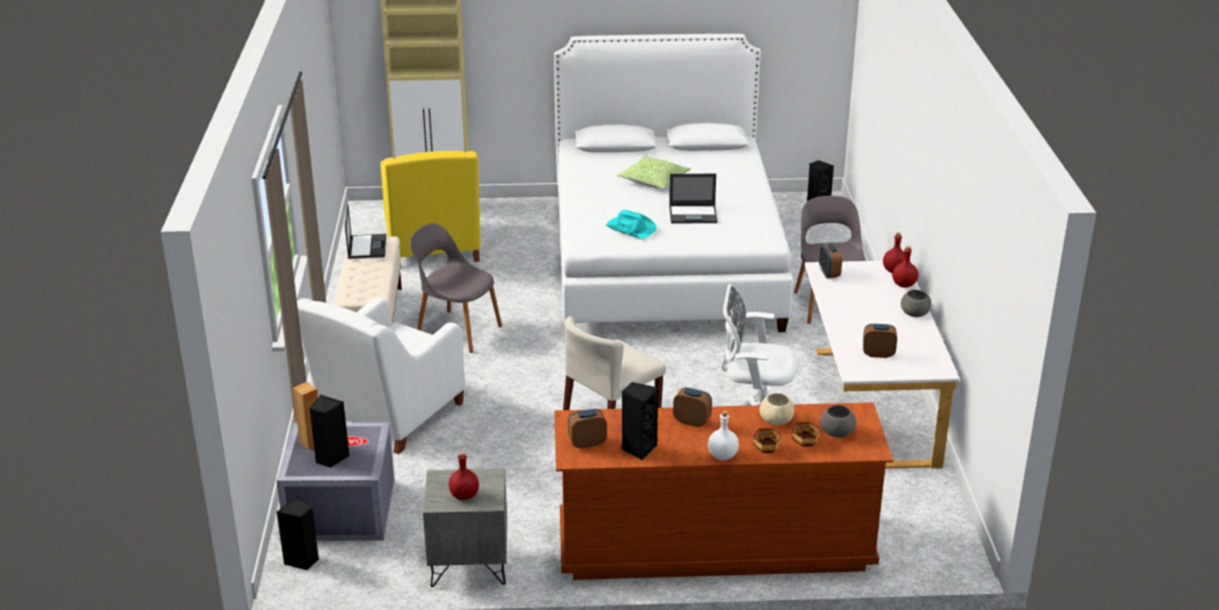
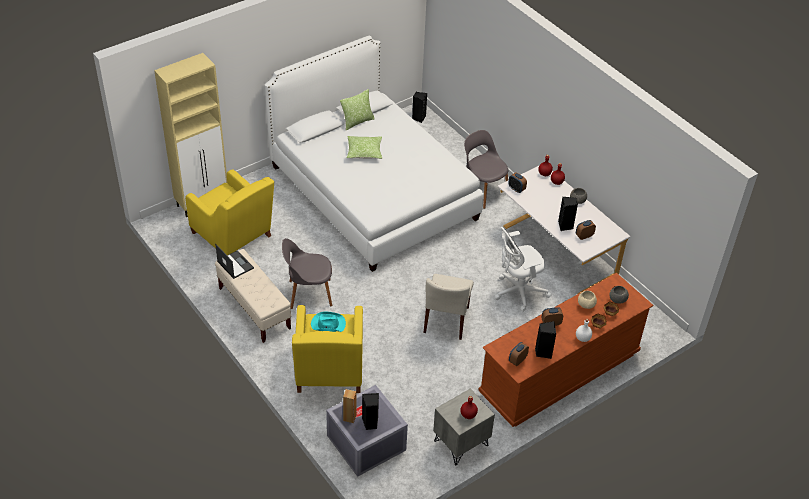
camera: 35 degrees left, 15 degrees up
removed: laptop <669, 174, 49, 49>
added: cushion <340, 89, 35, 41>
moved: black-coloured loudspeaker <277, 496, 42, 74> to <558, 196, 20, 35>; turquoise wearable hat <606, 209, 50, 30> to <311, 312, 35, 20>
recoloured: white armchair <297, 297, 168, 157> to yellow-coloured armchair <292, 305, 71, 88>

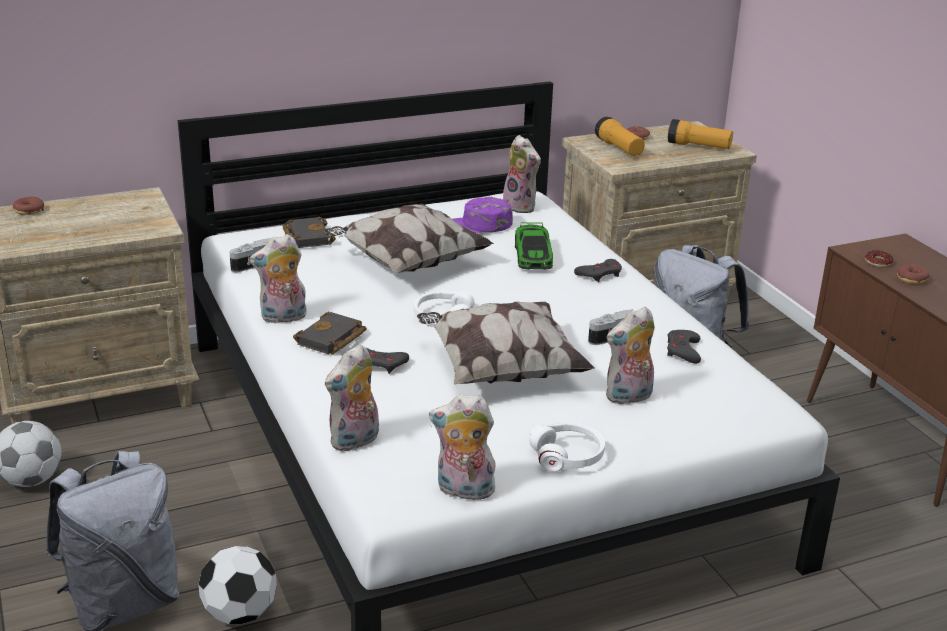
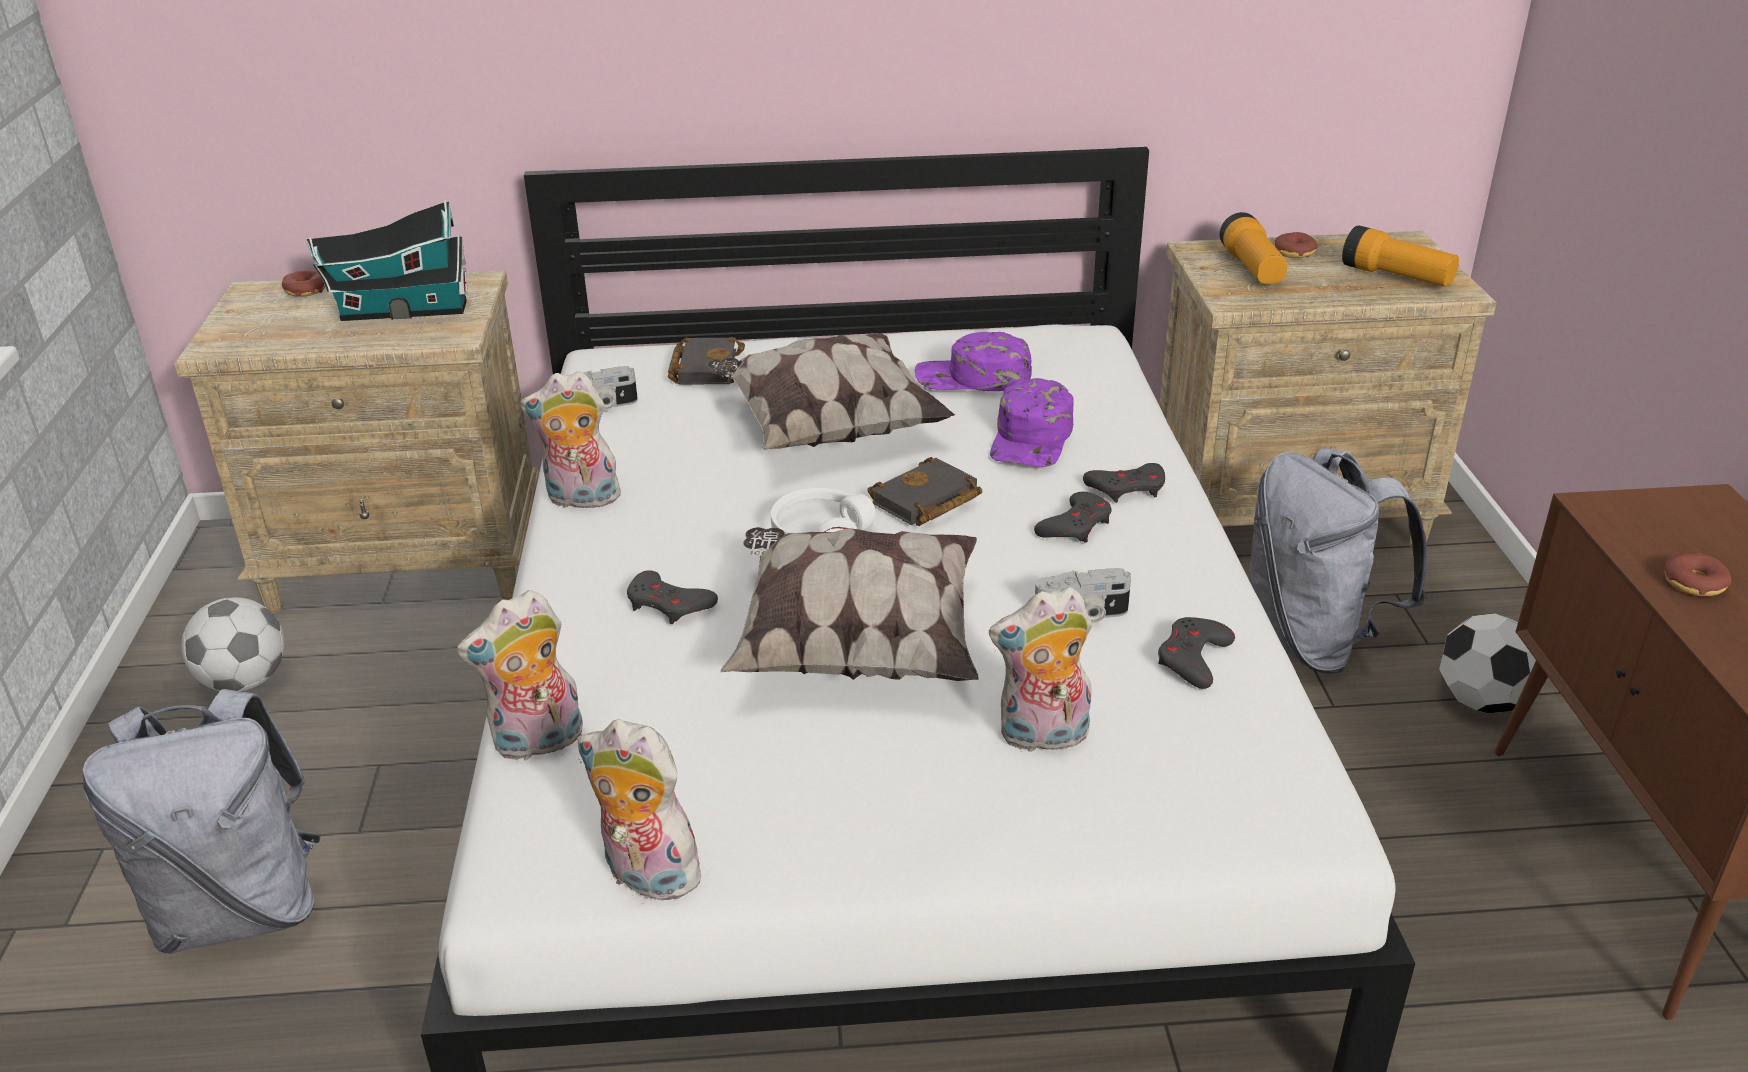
camera: 20 degrees right, 5 degrees up
removed: plush toy <503, 135, 38, 78>; white pair of headphones <529, 423, 76, 49>; doughnut <865, 251, 28, 16>
added: miniature house <307, 200, 161, 121>; grey joypad <1034, 492, 78, 51>
moved: football <199, 546, 78, 78> to <1439, 613, 97, 100>; black-coloured book <293, 312, 74, 42> to <867, 457, 115, 69>
replaced: toy car <515, 222, 38, 48> to purplish cap <990, 378, 84, 89>

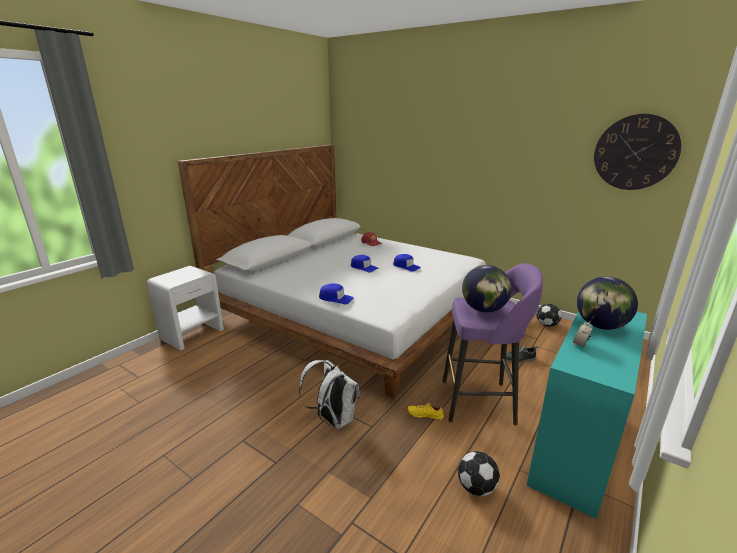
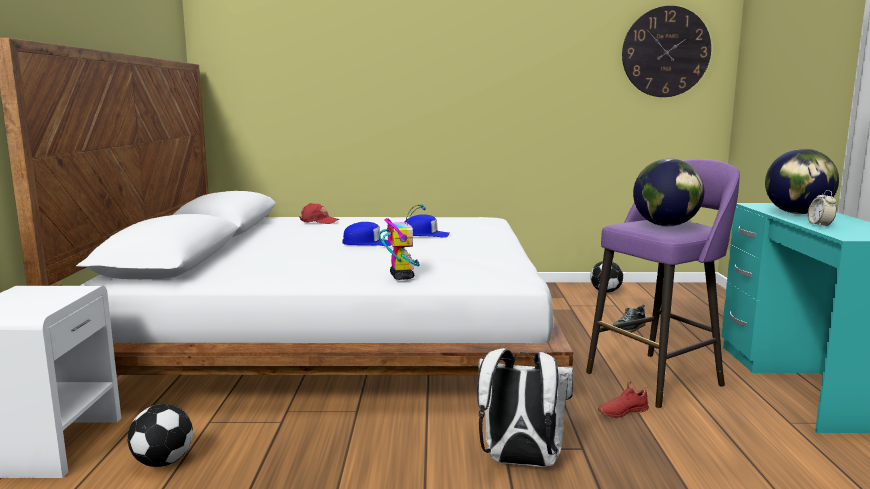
camera: 35 degrees left, 10 degrees down
moved: football <458, 451, 42, 45> to <127, 404, 66, 63>
replaced: blue cap <319, 283, 35, 21> to robot figure <378, 204, 48, 76>
recoloured: yellow-coloured item of footwear <407, 399, 37, 22> to reddish item of footwear <598, 381, 51, 37>

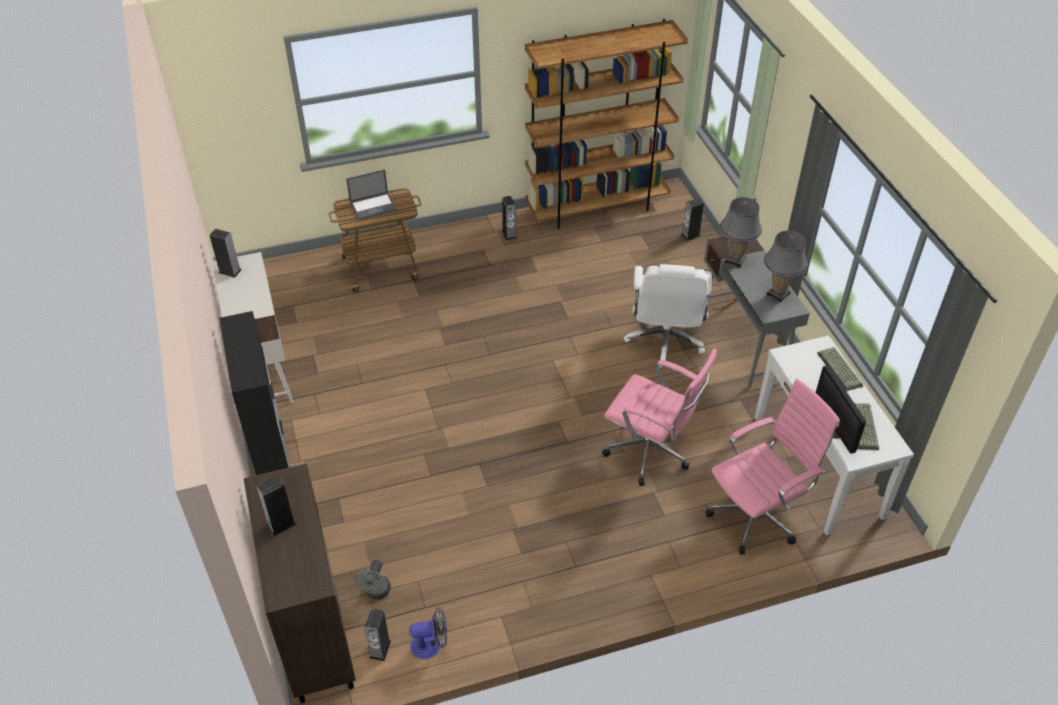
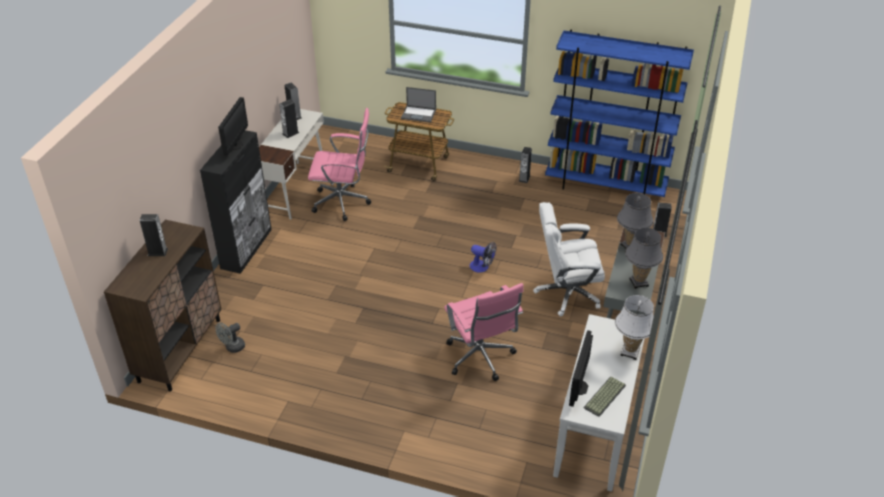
camera: 35 degrees right, 5 degrees down
added: monitor <218, 97, 30, 59>
moved: loudspeaker <364, 609, 27, 52> to <279, 99, 20, 39>; cooling fan <409, 607, 38, 52> to <470, 242, 26, 31>; pink-coloured desk chair <705, 379, 135, 176> to <308, 108, 63, 113>
replaced: computer keyboard <817, 347, 46, 44> to white table lamp <615, 295, 39, 65>
recoloured: brown-coloured shelving unit <525, 19, 163, 210> to blue shelving unit <545, 30, 149, 167>
turned: white desk chair <624, 264, 88, 103> = <533, 202, 72, 115> 45 degrees clockwise

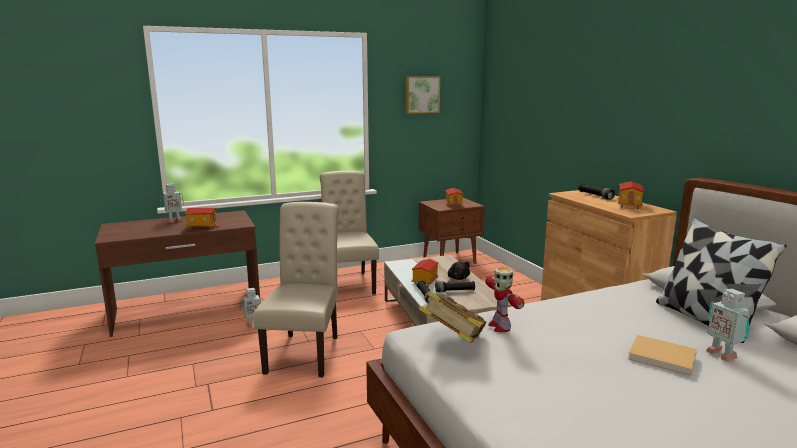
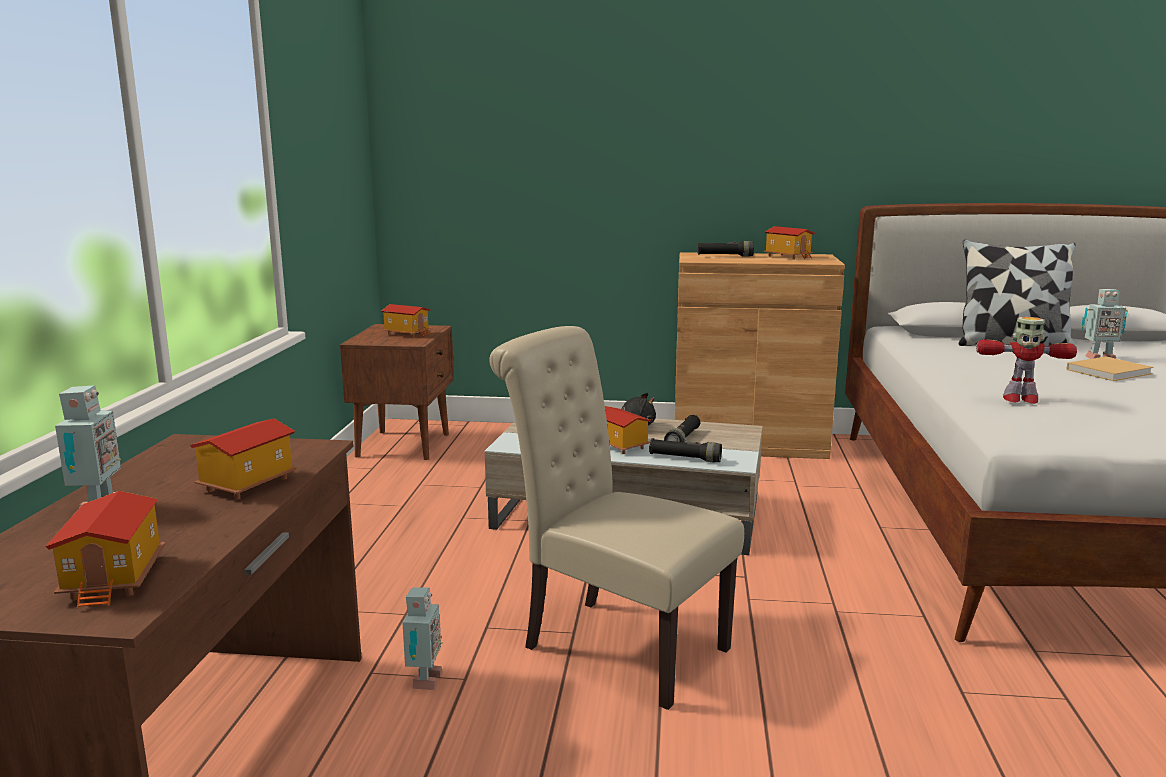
camera: 60 degrees left, 0 degrees up
removed: beige upright chair <320, 171, 59, 124>; wall picture <406, 76, 34, 38>; book <419, 291, 68, 52>
added: miniature house <45, 491, 120, 118>

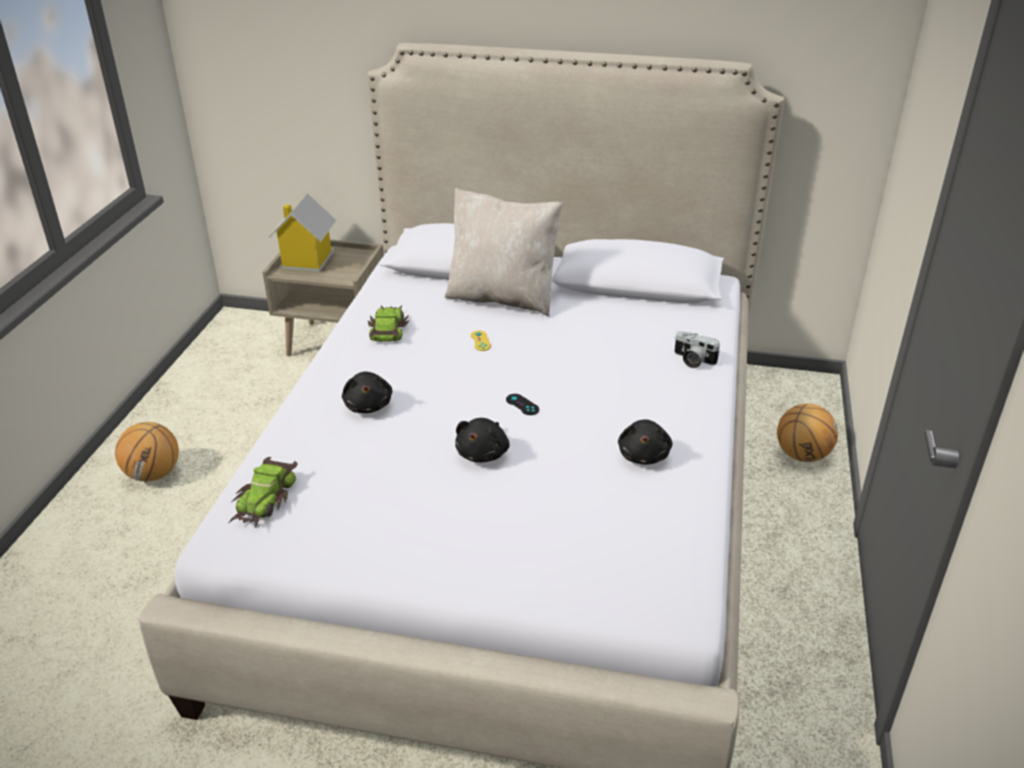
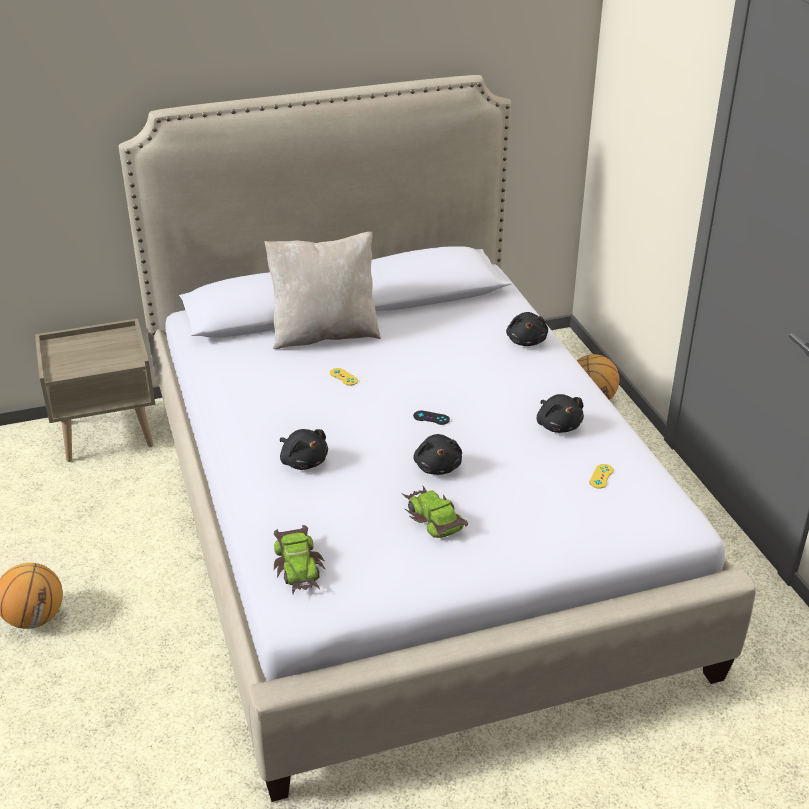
camera: 30 degrees left, 0 degrees up
removed: miniature house <268, 193, 69, 79>
added: yellow-coloured joypad <589, 464, 24, 25>
moved: toy car <368, 306, 41, 36> to <401, 485, 67, 53>
replaced: still camera <674, 331, 46, 37> to black-coloured plush toy <506, 312, 42, 34>

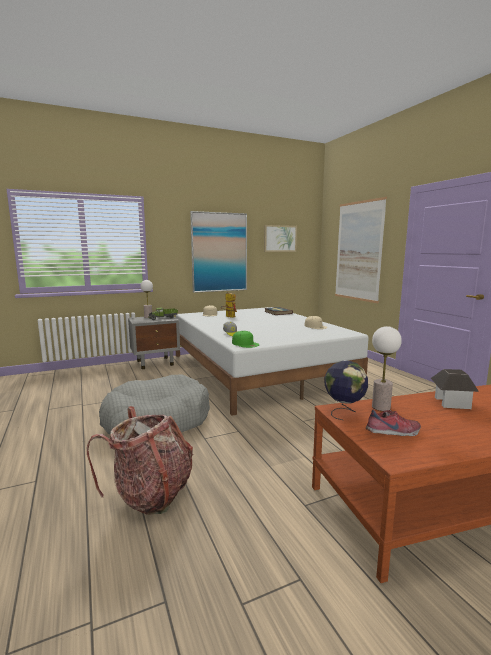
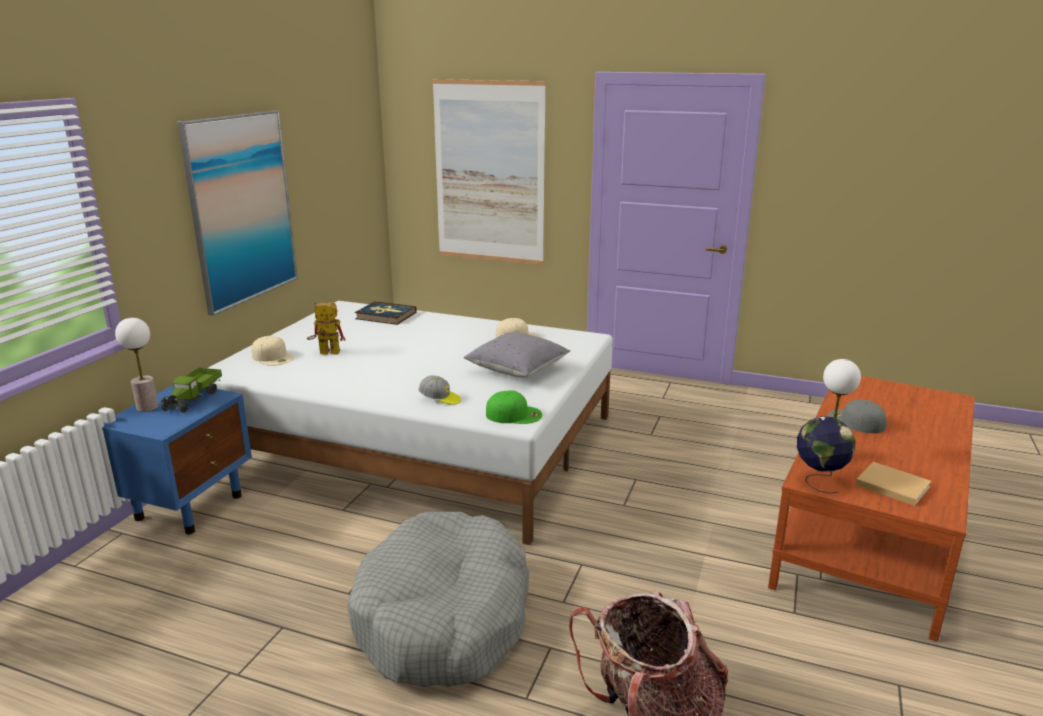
camera: 45 degrees left, 10 degrees up
removed: wall picture <264, 225, 33, 27>
added: grey cushion <463, 332, 107, 46>
replaced: item of footwear <366, 409, 55, 27> to beige book <856, 462, 76, 44>; miniature house <431, 369, 48, 40> to grey cap <828, 399, 59, 35>
recoloured: grey nightstand <128, 316, 52, 53> to blue nightstand <102, 385, 150, 149>

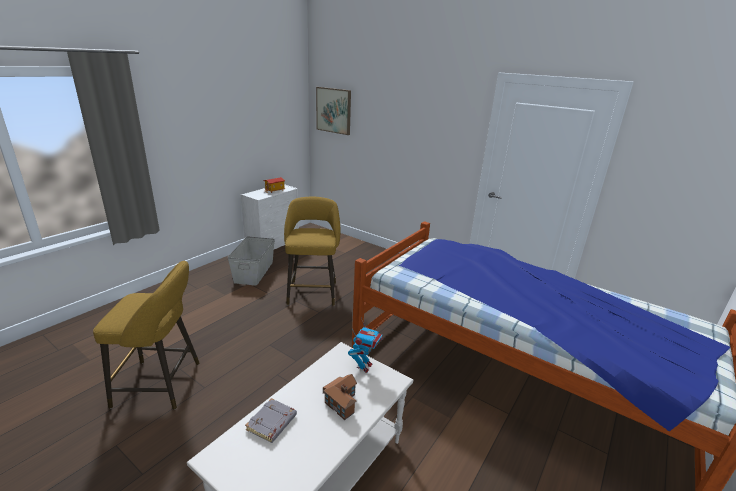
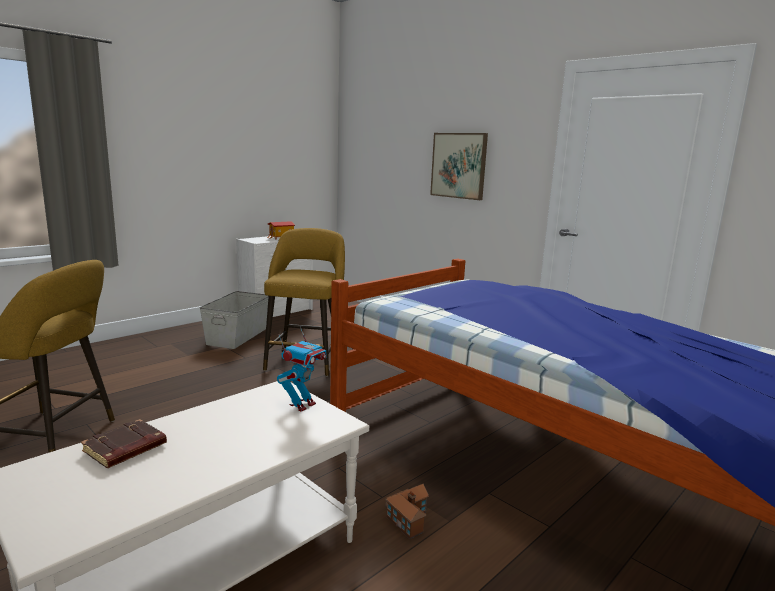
camera: 10 degrees right, 10 degrees down
moved: wall picture <316, 87, 35, 48> to <430, 133, 58, 67>; miniature house <323, 374, 34, 46> to <385, 483, 44, 56>
recoloured: grey book <245, 398, 52, 45> to brown-coloured book <81, 419, 86, 49>

